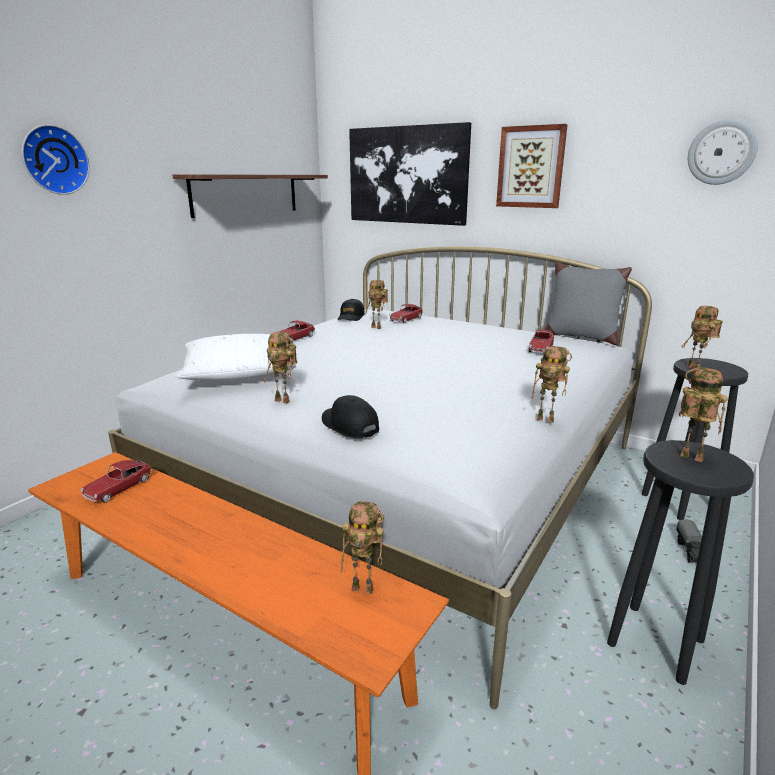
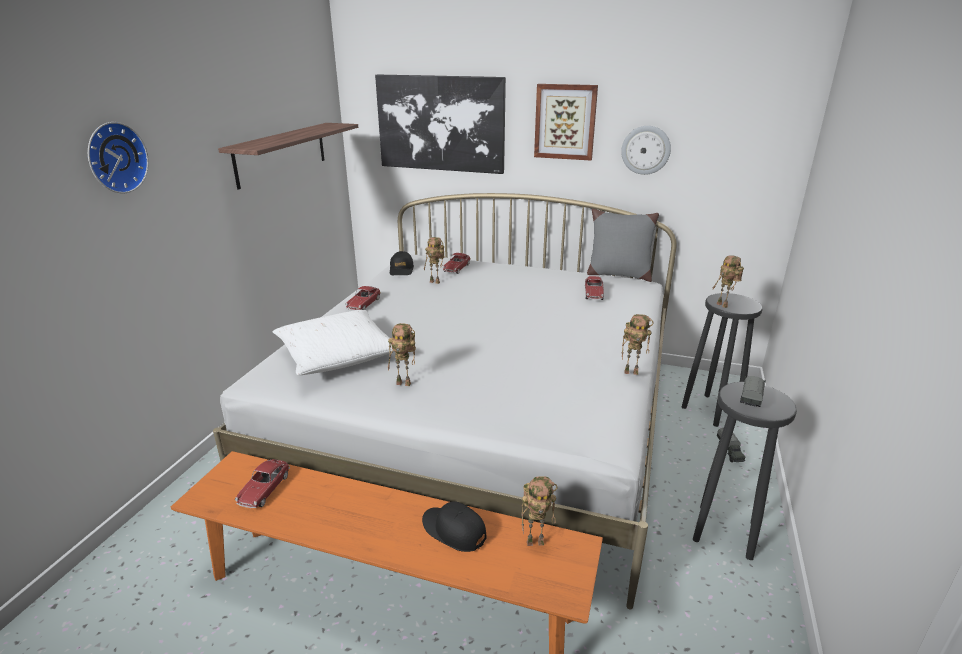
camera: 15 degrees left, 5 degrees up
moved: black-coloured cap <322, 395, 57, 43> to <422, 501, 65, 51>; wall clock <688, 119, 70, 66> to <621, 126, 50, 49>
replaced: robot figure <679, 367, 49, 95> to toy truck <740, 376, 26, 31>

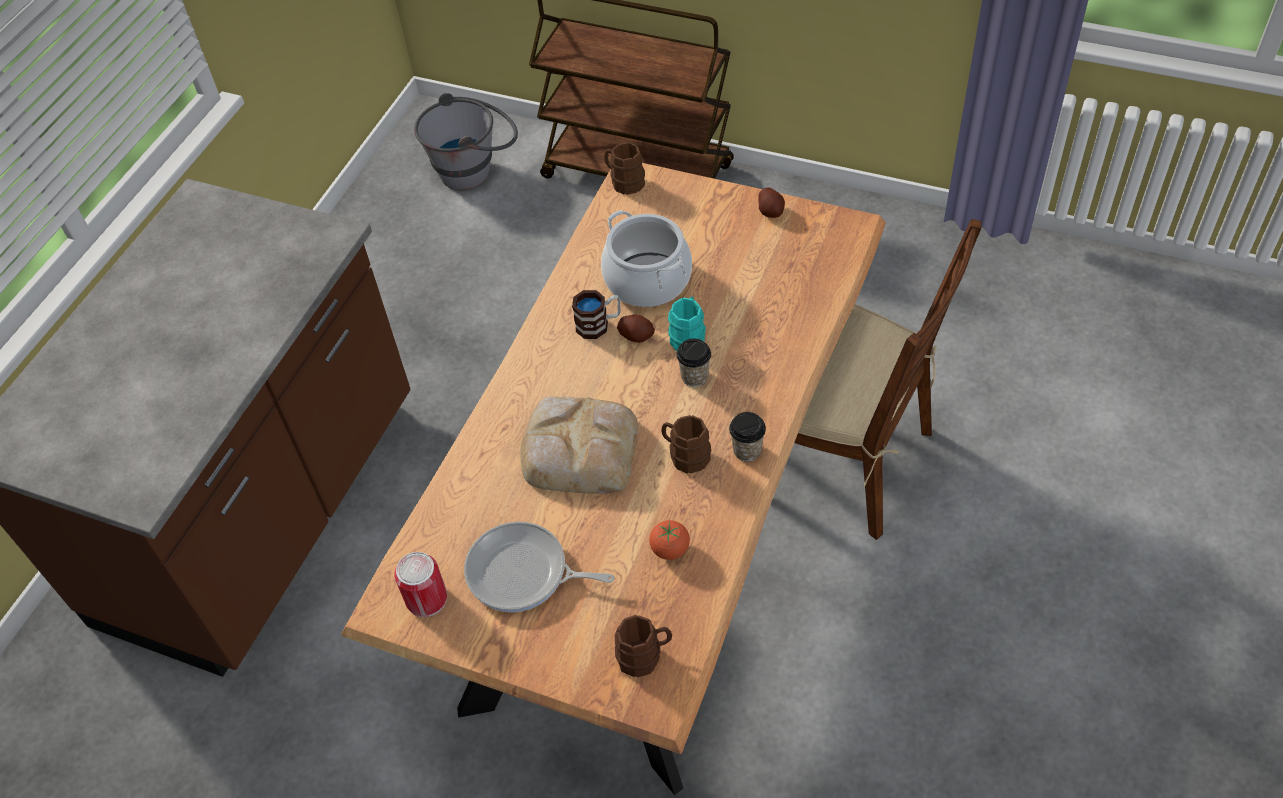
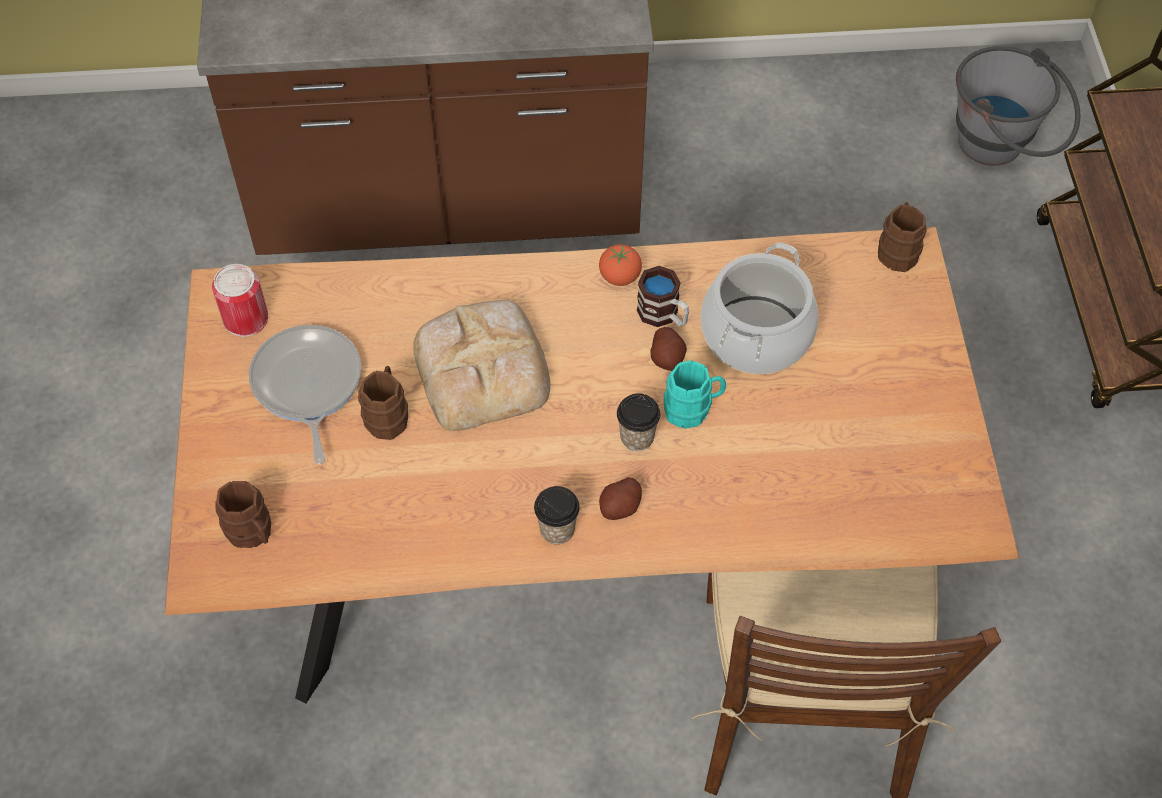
camera: 60 degrees right, 5 degrees up
moved: whole tomato <649, 520, 41, 40> to <599, 244, 43, 42>; brown-coloured mug <661, 415, 50, 58> to <358, 366, 50, 74>; potato <758, 187, 27, 31> to <599, 477, 43, 43>

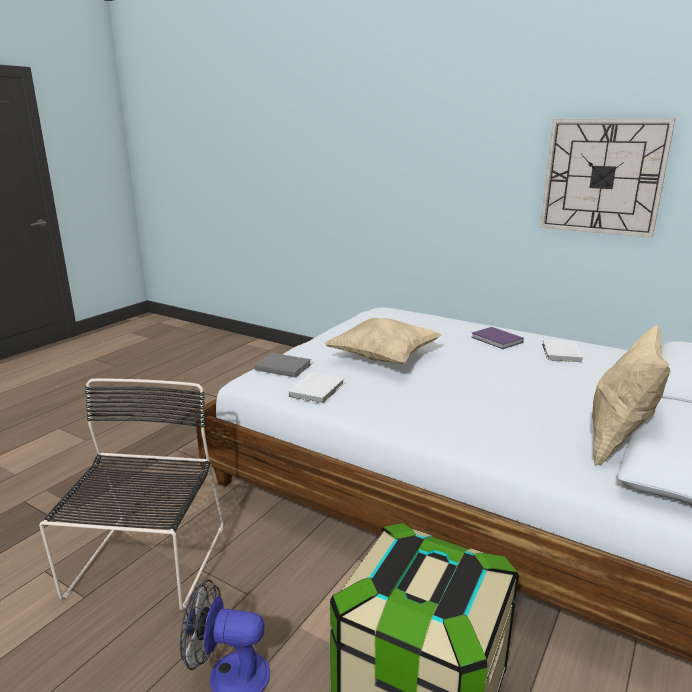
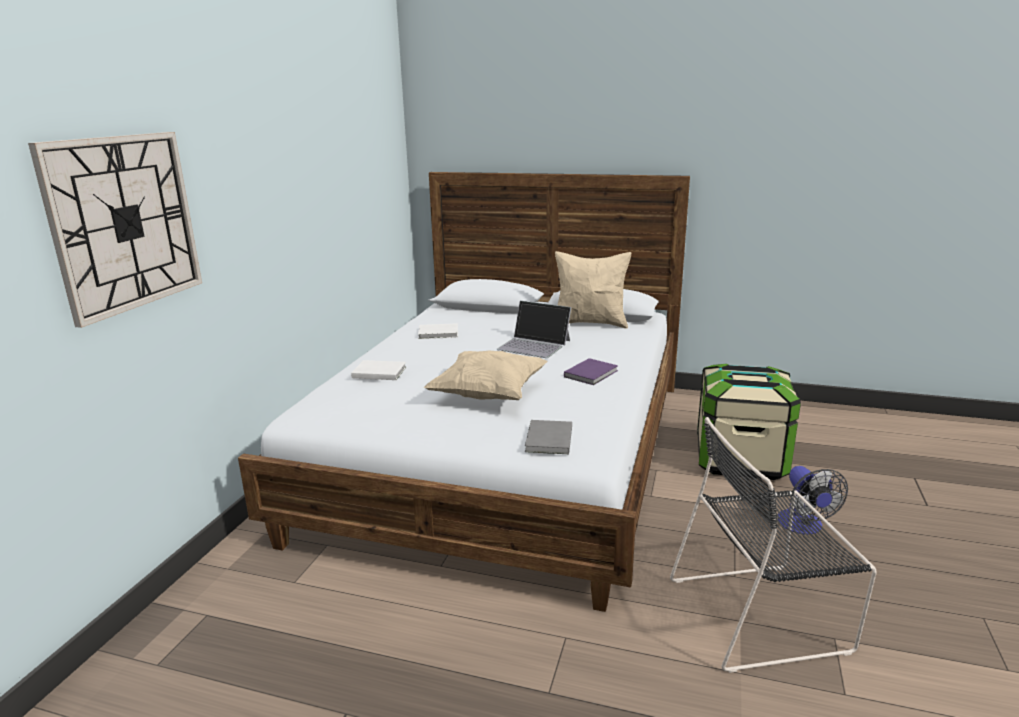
camera: 105 degrees left, 0 degrees up
added: laptop <496, 301, 75, 57>
moved: white book <288, 372, 56, 32> to <351, 360, 55, 20>; purplish book <471, 327, 53, 22> to <564, 358, 54, 27>; wall clock <540, 119, 135, 119> to <28, 132, 174, 196>

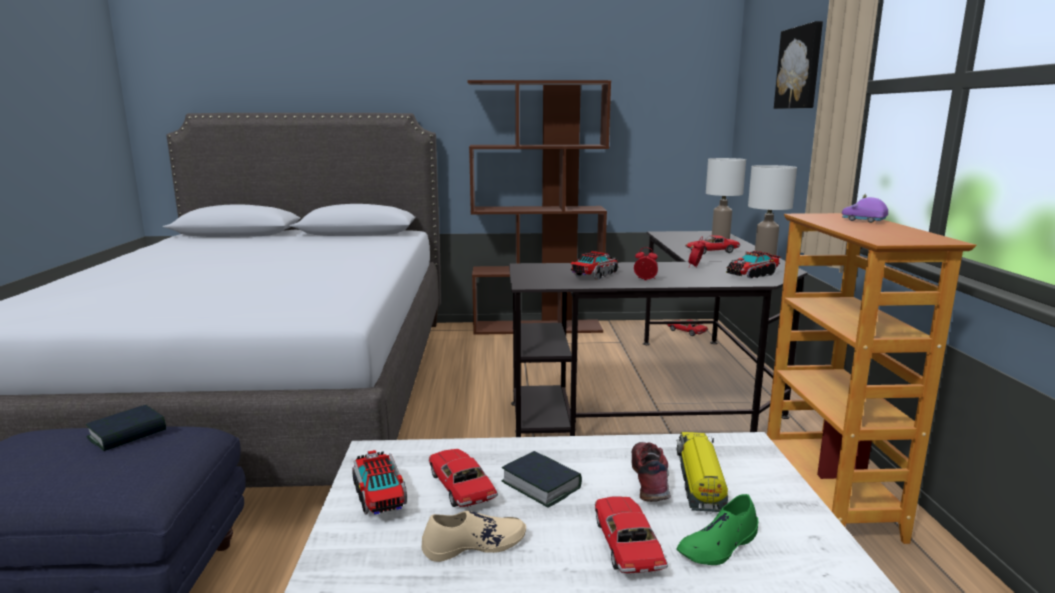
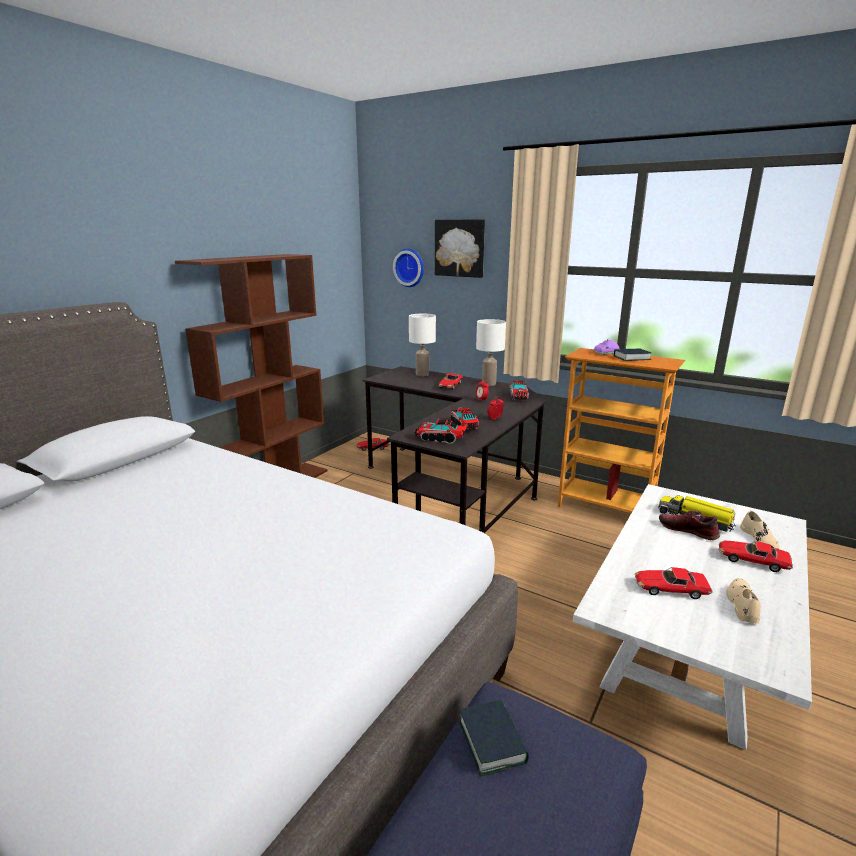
camera: 55 degrees left, 5 degrees up
added: wall clock <393, 249, 31, 38>
moved: toy truck <352, 450, 55, 65> to <414, 419, 53, 25>; book <502, 451, 80, 56> to <614, 349, 37, 12>
recoloured: green item of footwear <676, 494, 82, 71> to beige item of footwear <740, 510, 40, 39>

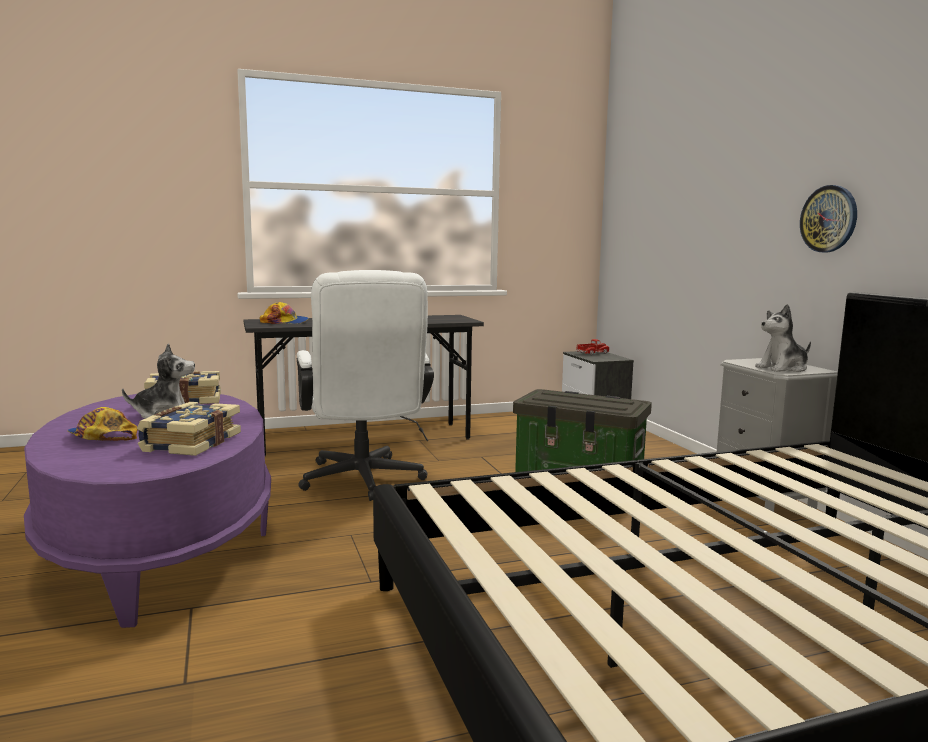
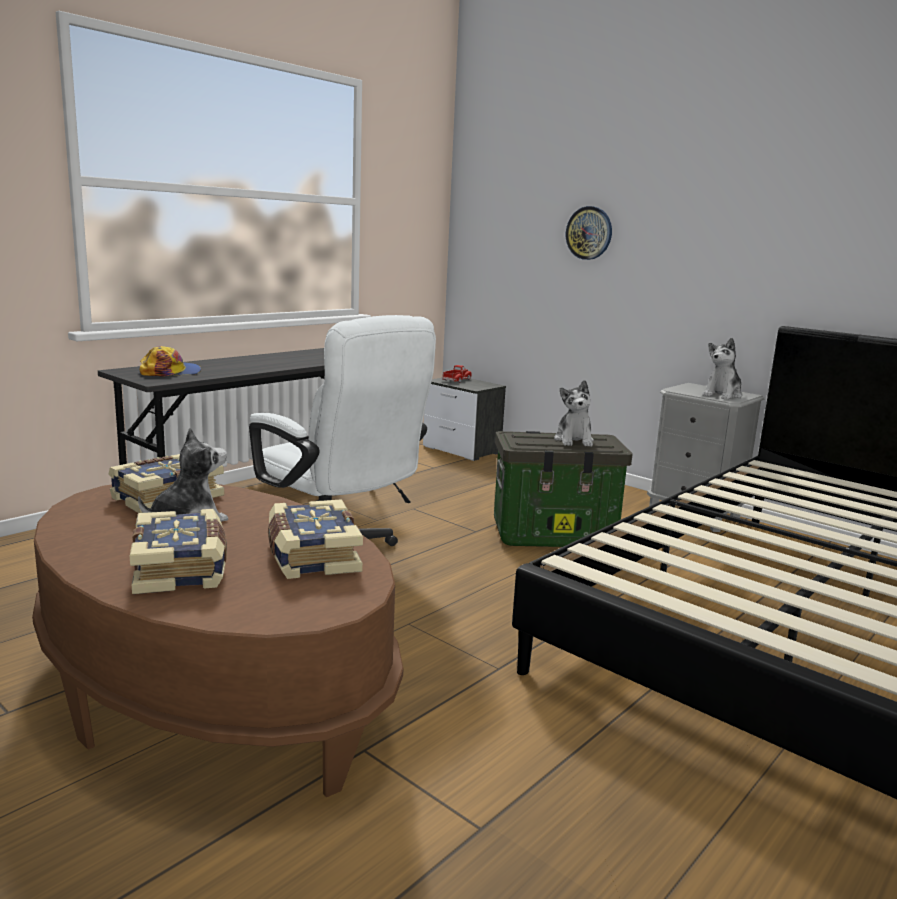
camera: 30 degrees left, 5 degrees up
added: plush toy <554, 380, 40, 67>
moved: wall clock <800, 185, 57, 67> to <566, 206, 46, 54>
replaced: cap <67, 407, 71, 34> to book <130, 509, 97, 85>
recoloured: purplish lounge table <24, 394, 247, 234> to brown-coloured lounge table <32, 484, 371, 313>

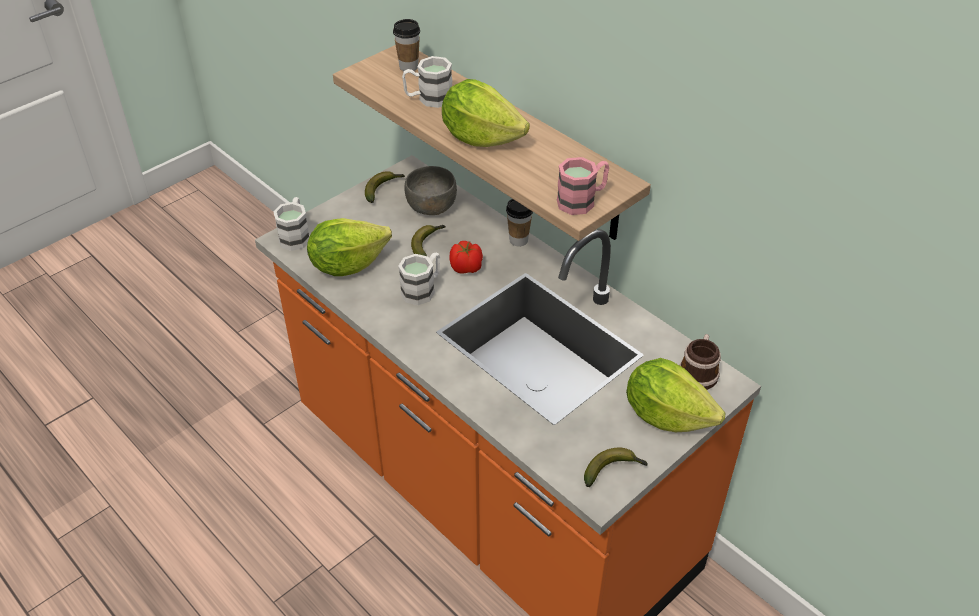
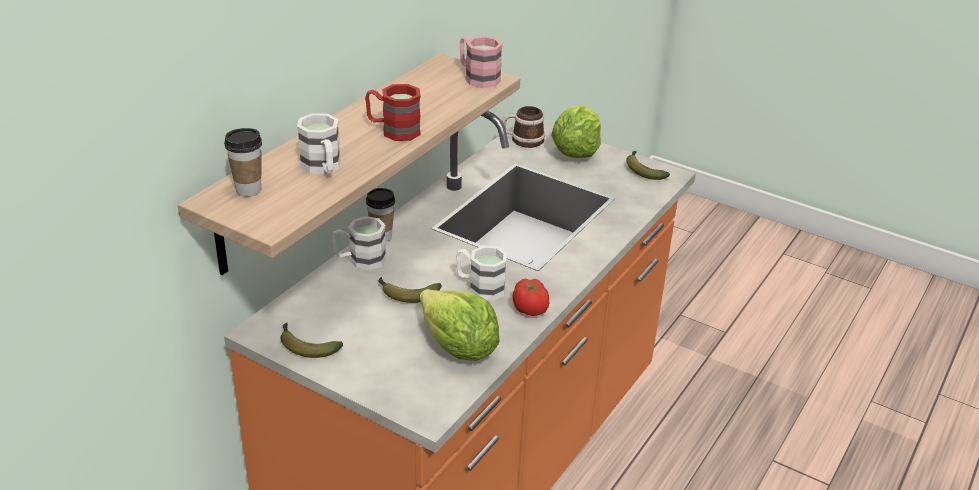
camera: 105 degrees left, 10 degrees down
removed: grey serving bowl <404, 166, 53, 49>
moved: white mug <273, 197, 36, 54> to <332, 216, 55, 55>; whole tomato <449, 241, 34, 33> to <512, 278, 37, 38>
replaced: head of lettuce <442, 79, 88, 68> to reddish mug <365, 84, 56, 57>

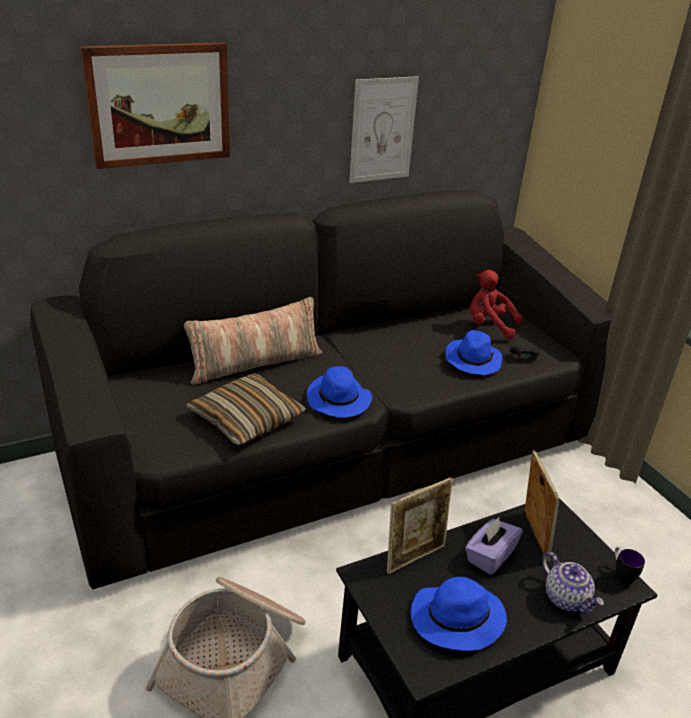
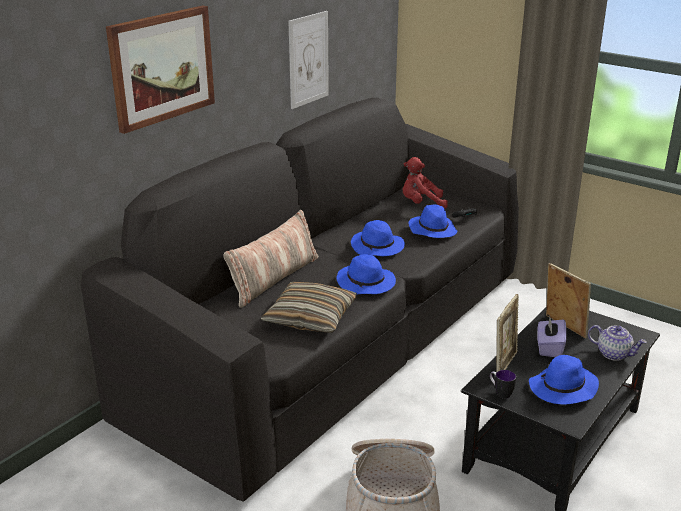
camera: 25 degrees left, 5 degrees down
added: blue wearable hat <351, 220, 54, 36>
moved: mug <615, 547, 30, 37> to <490, 370, 26, 29>

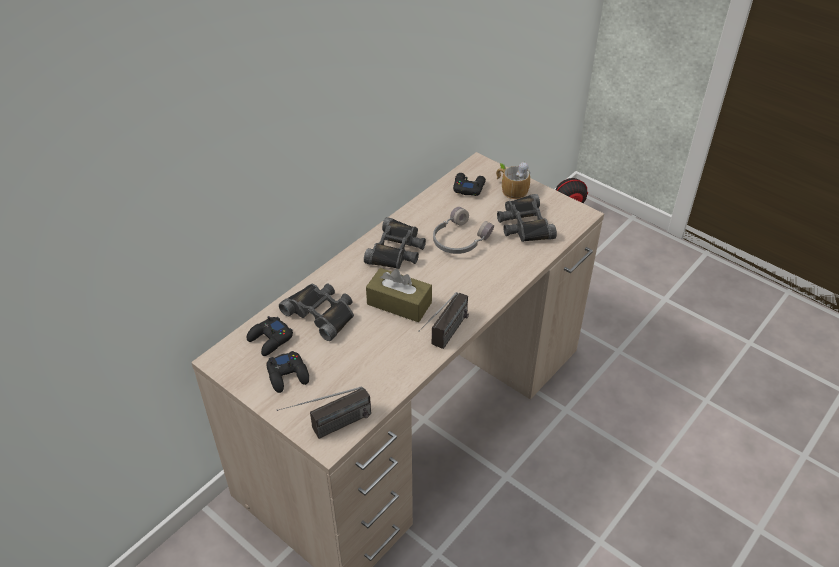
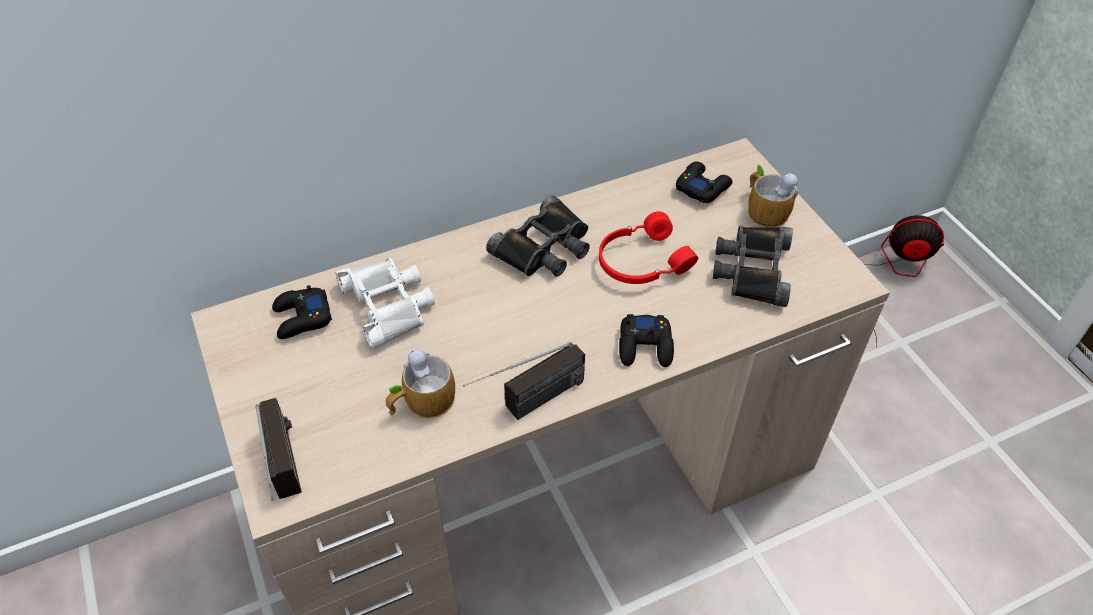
camera: 25 degrees right, 5 degrees up
removed: brown-coloured tissue box <366, 268, 66, 54>
added: mug <386, 349, 69, 69>
moved: black-coloured joypad <266, 351, 43, 42> to <619, 314, 55, 53>
recoloured: black-coloured binoculars <279, 284, 75, 57> to white binoculars <336, 258, 99, 91>; grey pair of headphones <433, 207, 61, 47> to reddish pair of headphones <599, 211, 99, 73>
turned: radio receiver <277, 386, 94, 53> = <255, 398, 47, 103> 105 degrees counterclockwise

